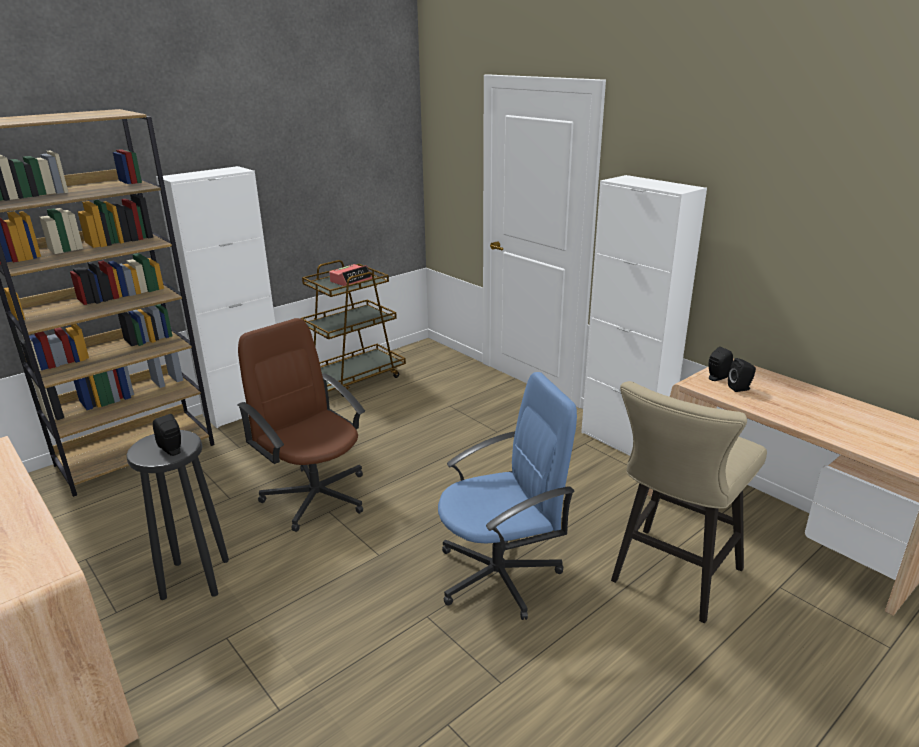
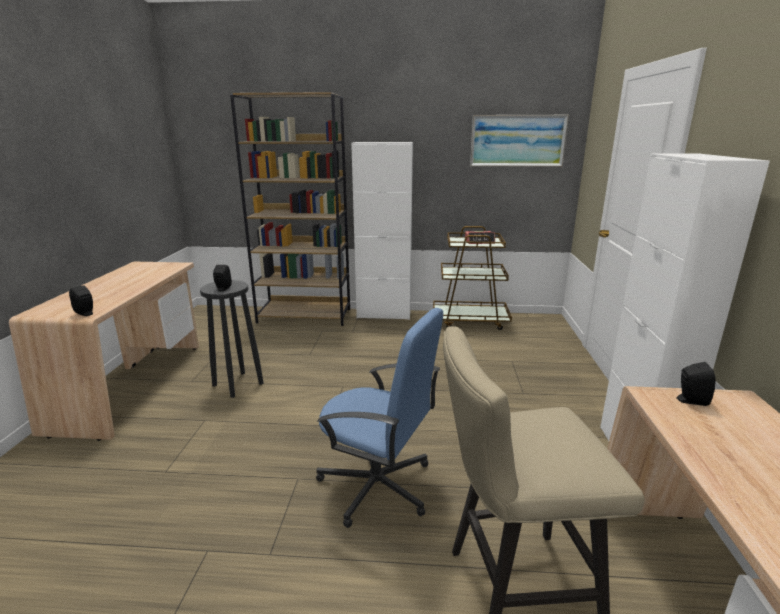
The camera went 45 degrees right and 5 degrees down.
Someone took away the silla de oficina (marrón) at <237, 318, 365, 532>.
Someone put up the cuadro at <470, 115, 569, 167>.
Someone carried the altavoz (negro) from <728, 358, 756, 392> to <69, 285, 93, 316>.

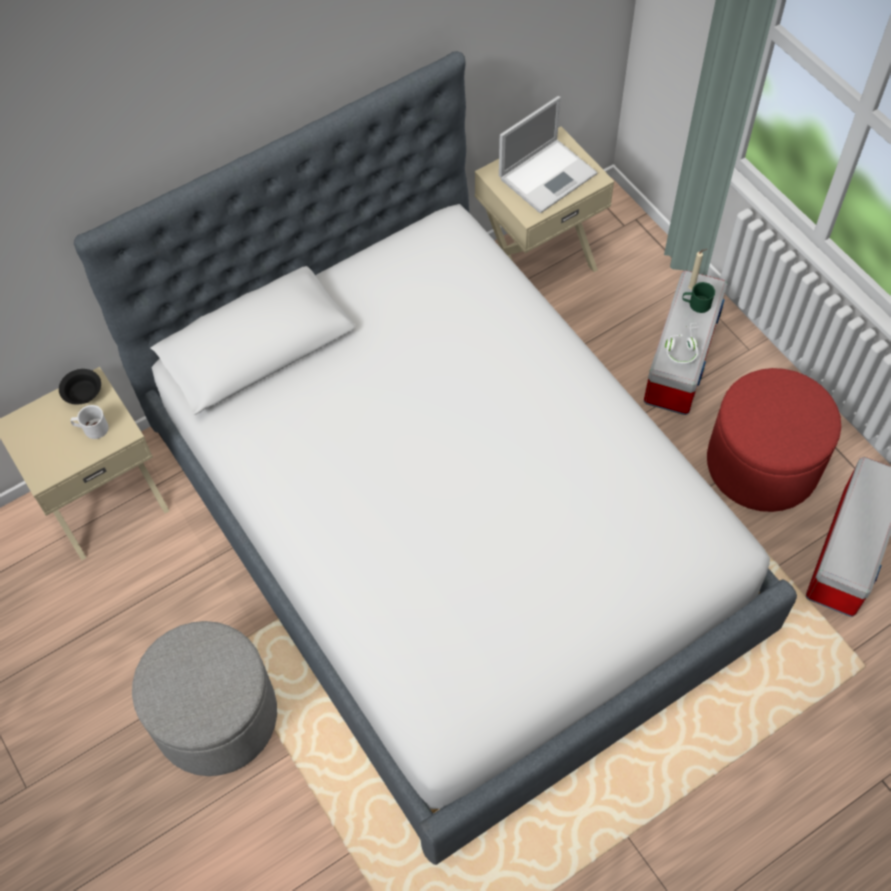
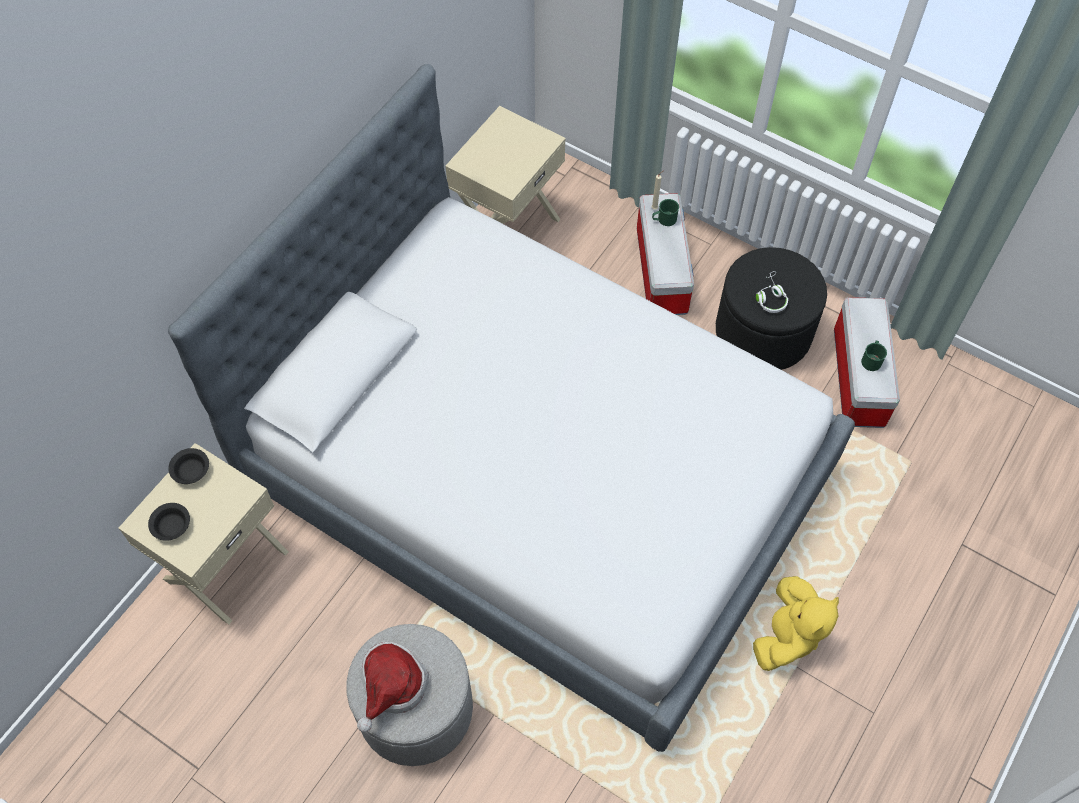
The camera went 25 degrees left and 0 degrees up.
Someone took away the taza grande (blanco) at <71, 405, 109, 439>.
Someone took away the portátil at <499, 96, 598, 213>.
Someone put down the cuenco (negro) at <148, 503, 190, 541>.
Someone put down the sombrero at <357, 642, 429, 732>.
Someone put down the peluche (amarillo) at <753, 576, 839, 671>.
Someone put down the taza grande (verde) at <861, 341, 887, 371>.
Someone carried the auriculares (blanco) from <665, 323, 699, 365> to <756, 271, 788, 313>.
Someone repainted the puf (rojo) at <707, 368, 841, 512>, which became the puf (negro) at <716, 247, 827, 370>.

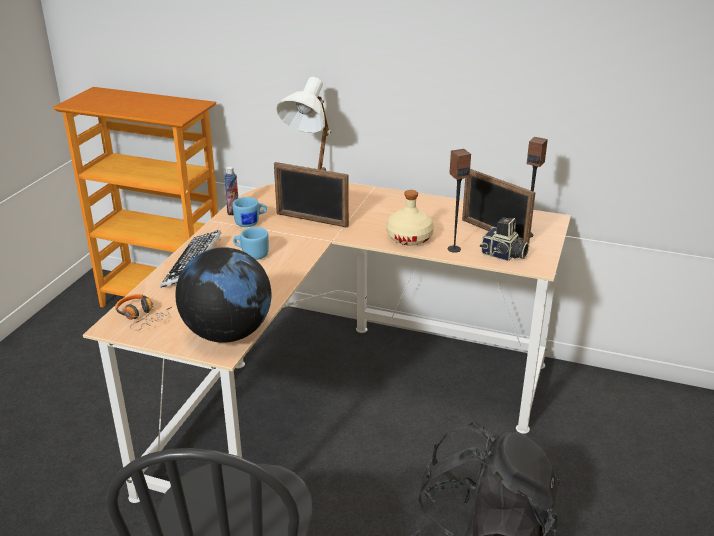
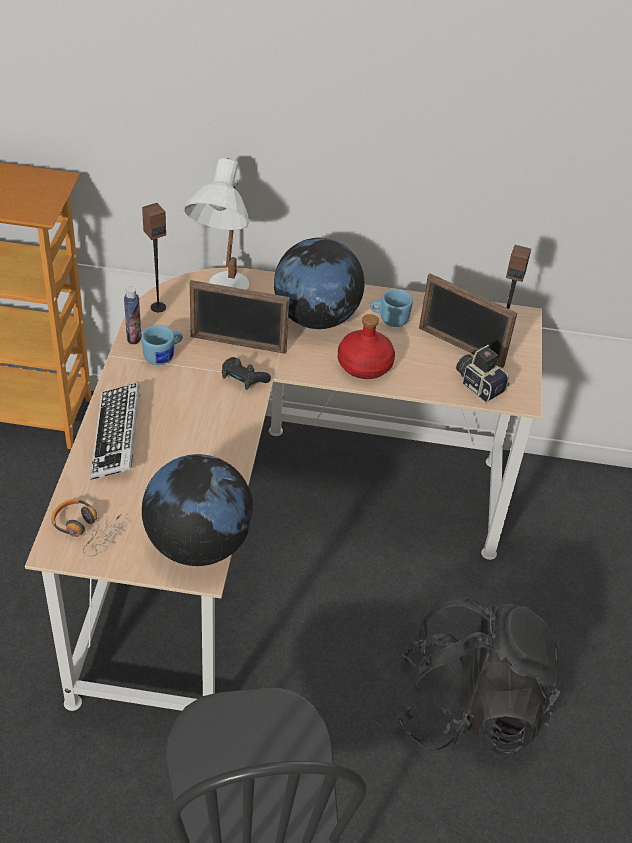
The camera went 15 degrees left and 15 degrees up.
Someone put down the mando de consola (negro) at <222, 357, 271, 390>.
Someone put down the globo terráqueo at <274, 238, 365, 329>.
Someone carried the taza grande (azul) from <233, 227, 269, 260> to <370, 289, 413, 327>.
Someone carried the altavoz from <448, 149, 471, 253> to <142, 203, 166, 312>.
Someone repainted the botella (beis) at <386, 190, 434, 246>, which became the botella (rojo) at <338, 314, 395, 379>.
Someone rotated the cámara at <480, 217, 529, 261> by 150 degrees counterclockwise.

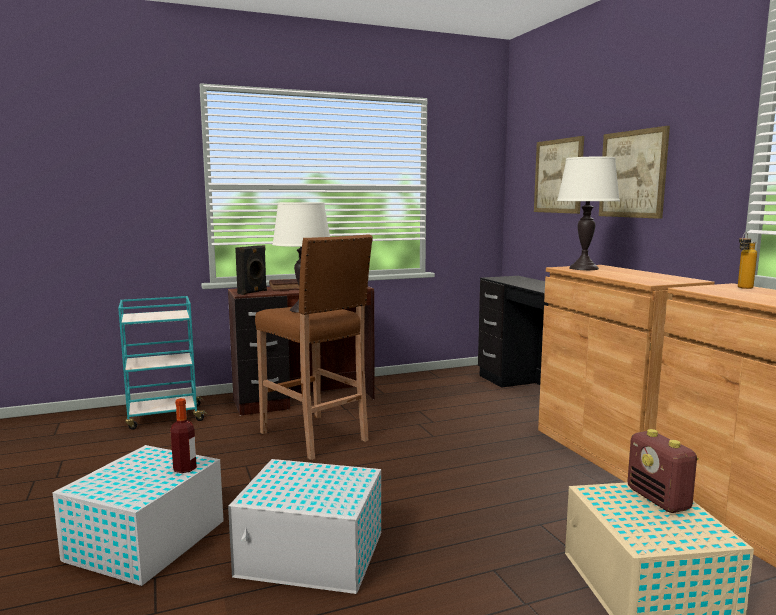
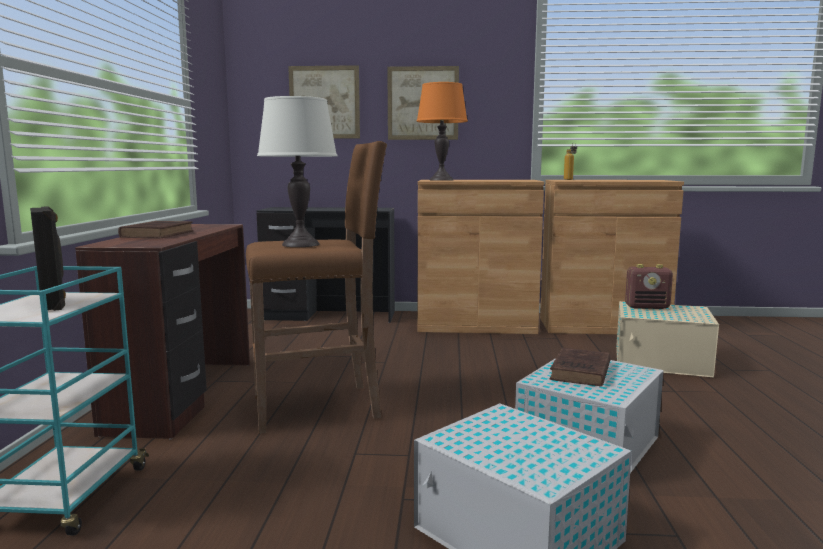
The camera went 65 degrees left and 0 degrees up.
Someone took away the botella at <170, 398, 197, 473>.
Someone put down the libro (marrón) at <549, 348, 611, 387>.
Someone carried the altavoz (negro) from <235, 245, 267, 295> to <30, 206, 66, 311>.
Someone repainted the lámpara de mesa (blanco) at <557, 157, 620, 270>, which became the lámpara de mesa (naranja) at <416, 82, 468, 181>.

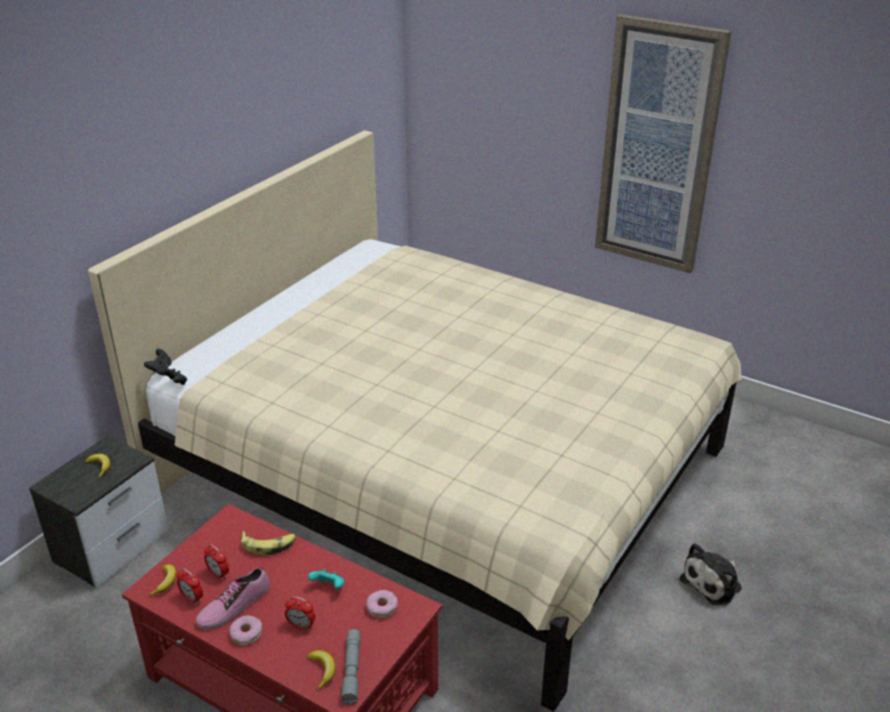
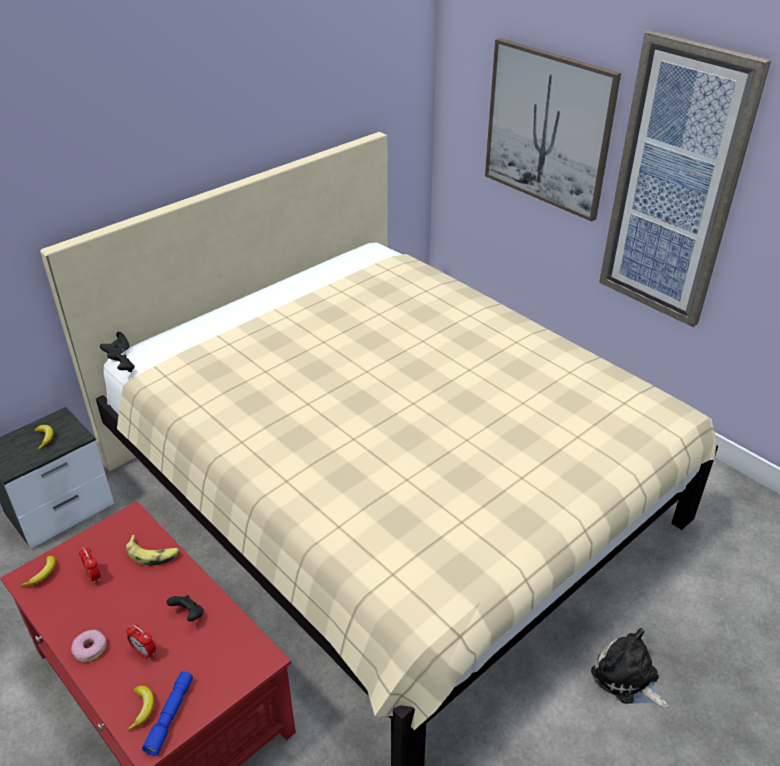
The camera went 15 degrees right and 5 degrees up.
Someone took away the despertador at <177, 568, 203, 605>.
Someone took away the zapato at <196, 567, 270, 629>.
Someone took away the rosquilla at <366, 590, 398, 618>.
Someone put up the cuadro at <485, 38, 621, 222>.
Someone repainted the mando de consola (turquesa) at <308, 569, 345, 589>, which became the mando de consola (negro) at <166, 595, 204, 621>.
Someone repainted the linterna (gris) at <341, 629, 361, 704>, which became the linterna (azul) at <142, 671, 193, 756>.
Someone rotated the peluche at <680, 543, 742, 606> by 75 degrees clockwise.

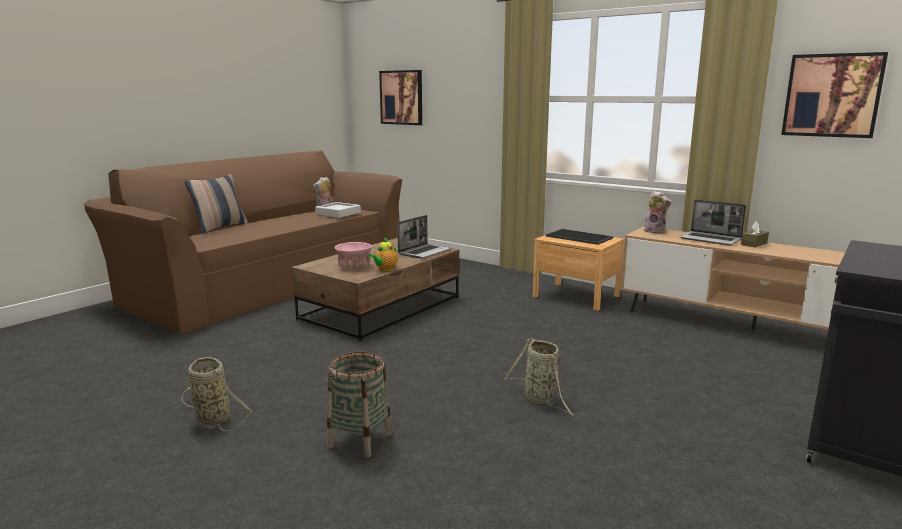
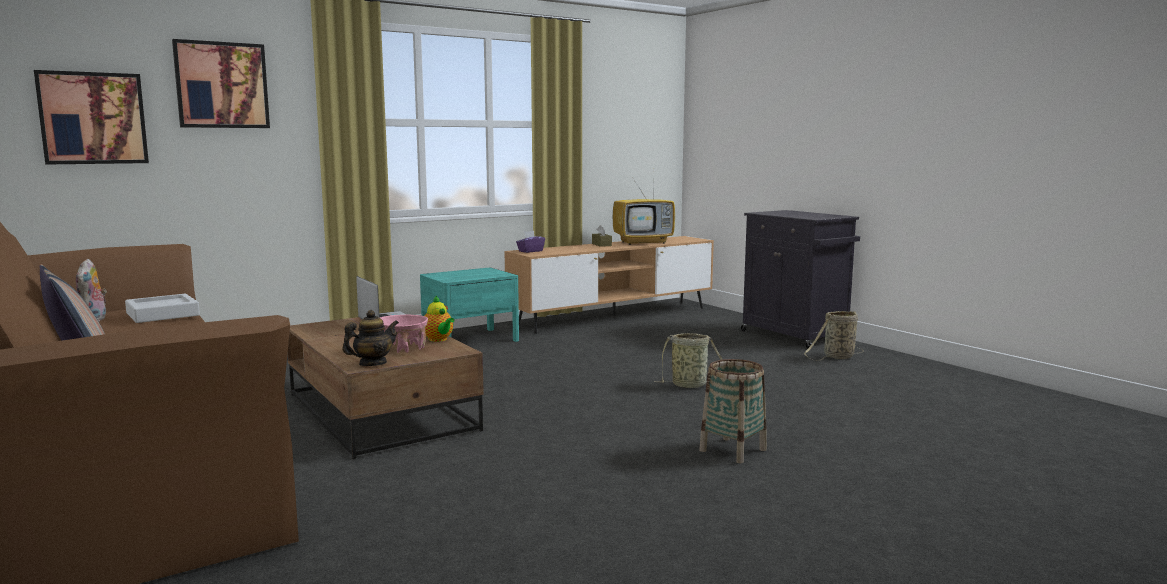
The camera went 70 degrees left and 5 degrees down.
Someone took away the bandeja at <545, 229, 613, 245>.
Someone took away the portátil at <680, 199, 746, 246>.
Someone put down the tetera at <342, 310, 399, 366>.
Someone put down the televisor at <613, 183, 675, 245>.
Someone carried the cesta from <182, 357, 252, 431> to <804, 311, 864, 361>.
Someone carried the cuadro from <781, 52, 888, 138> to <172, 39, 270, 128>.
Someone swapped the peluche at <644, 191, 672, 234> for the caja de pañuelos (morado) at <516, 231, 545, 253>.
Someone repainted the mesita de noche (marrón) at <533, 235, 624, 311>, which became the mesita de noche (turquesa) at <420, 268, 519, 342>.

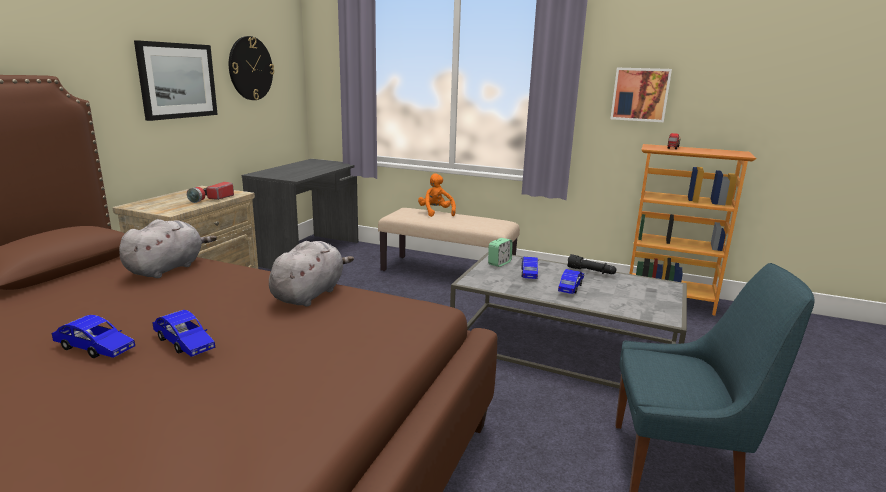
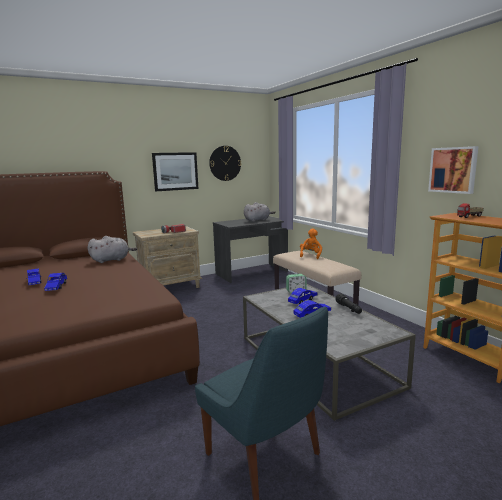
The camera went 40 degrees right and 5 degrees down.
Someone carried the peluche (gris) from <269, 241, 354, 306> to <244, 202, 276, 222>.

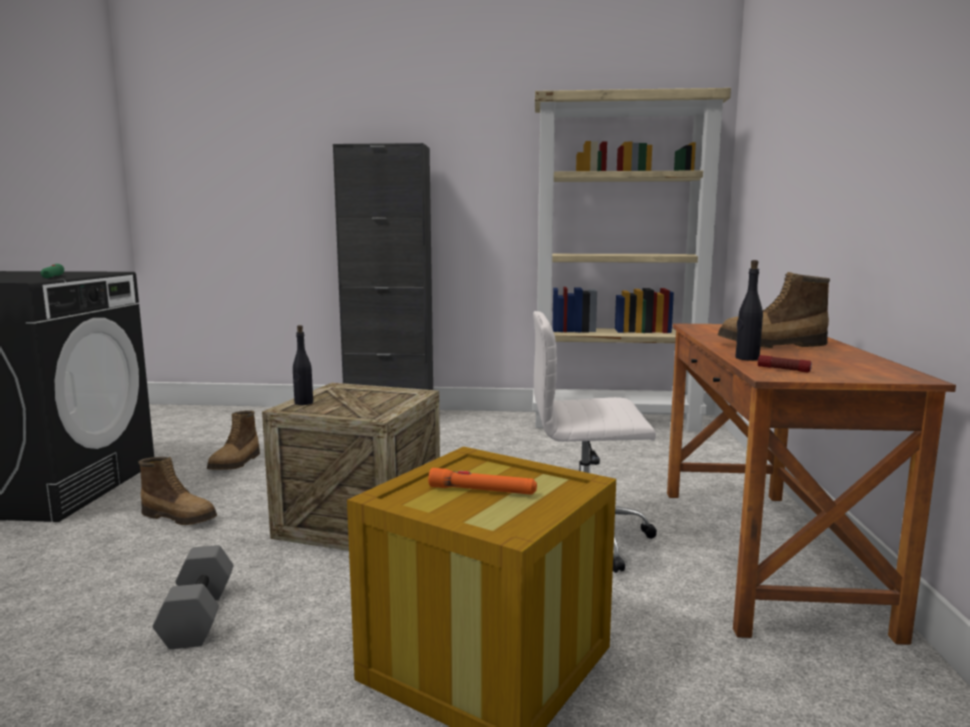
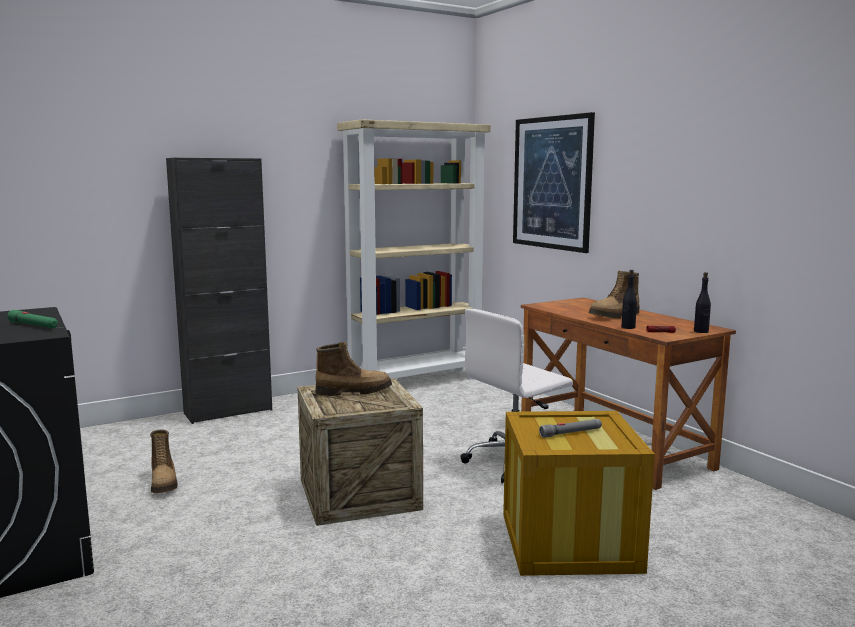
The camera went 35 degrees left and 0 degrees up.
Someone took away the mancuerna (gris) at <153, 545, 234, 649>.
Someone put up the cuadro at <513, 112, 595, 253>.
Someone carried the bota from <138, 457, 217, 525> to <315, 342, 392, 396>.
Someone carried the botella (negro) from <293, 325, 313, 405> to <694, 272, 711, 333>.
Someone repainted the linterna (naranja) at <428, 468, 537, 495>, which became the linterna (gris) at <539, 419, 602, 438>.

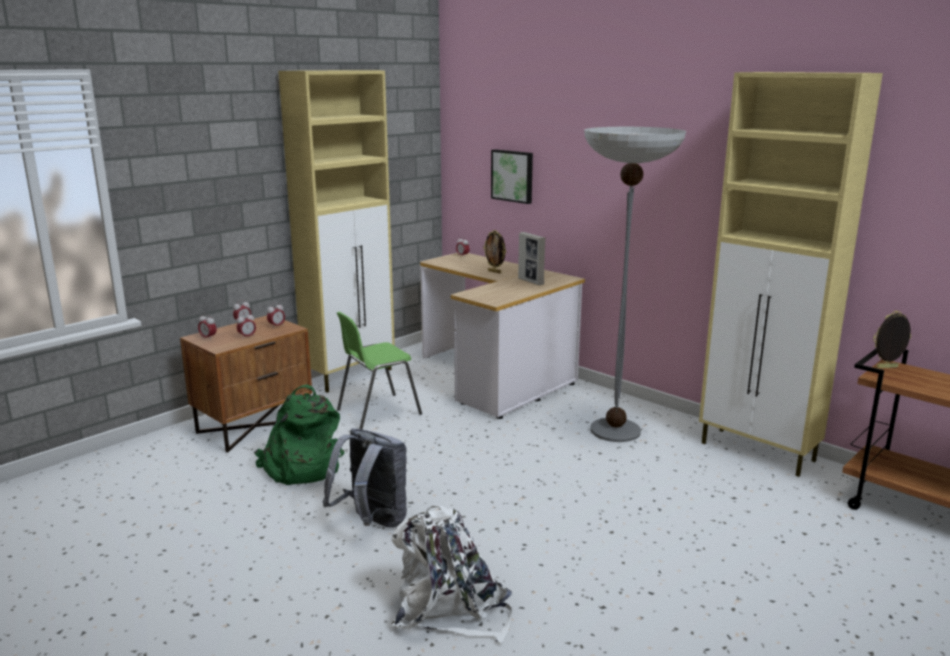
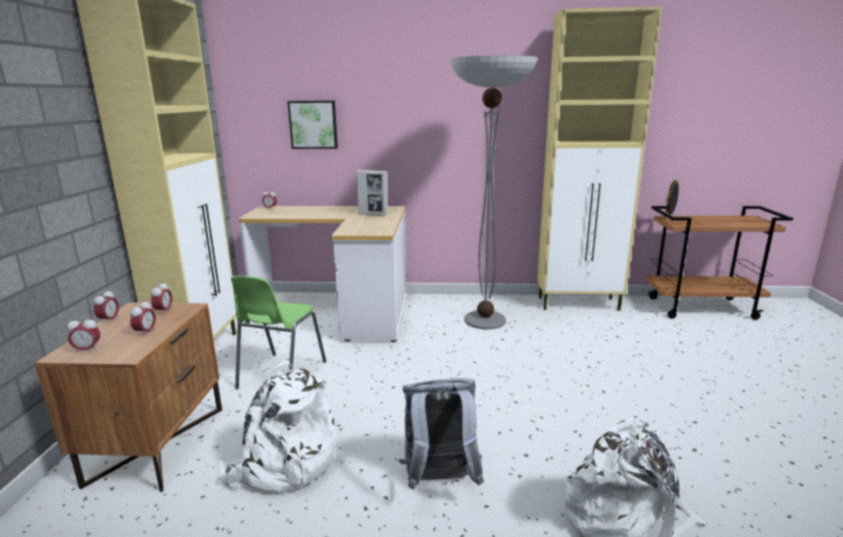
The camera went 40 degrees left and 0 degrees up.
Someone took away the portarretratos at <483, 230, 506, 273>.
Someone repainted the mochila (verde) at <254, 384, 345, 485>, which became the mochila (blanco) at <218, 361, 337, 494>.

